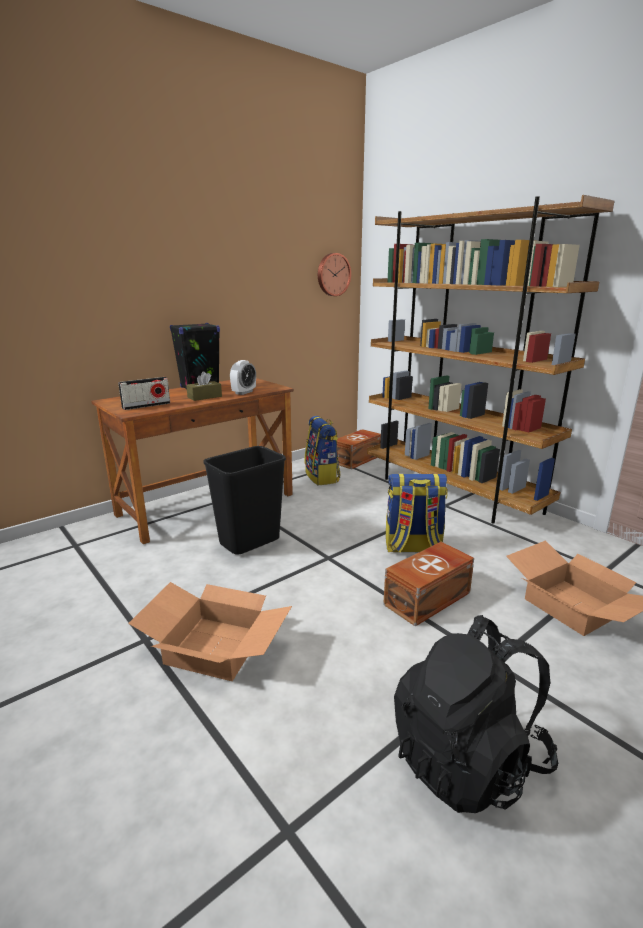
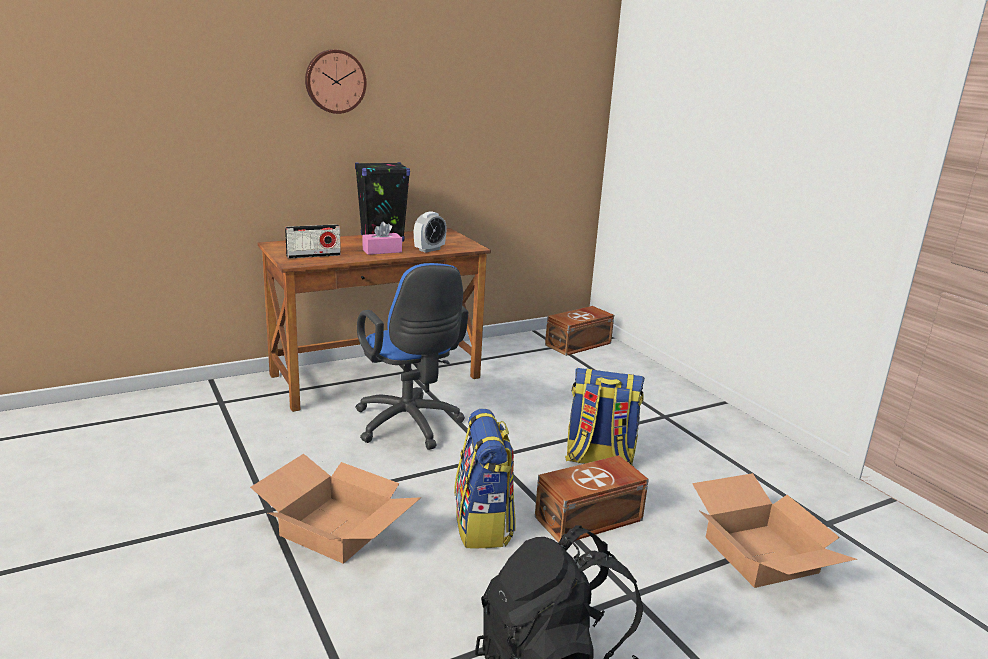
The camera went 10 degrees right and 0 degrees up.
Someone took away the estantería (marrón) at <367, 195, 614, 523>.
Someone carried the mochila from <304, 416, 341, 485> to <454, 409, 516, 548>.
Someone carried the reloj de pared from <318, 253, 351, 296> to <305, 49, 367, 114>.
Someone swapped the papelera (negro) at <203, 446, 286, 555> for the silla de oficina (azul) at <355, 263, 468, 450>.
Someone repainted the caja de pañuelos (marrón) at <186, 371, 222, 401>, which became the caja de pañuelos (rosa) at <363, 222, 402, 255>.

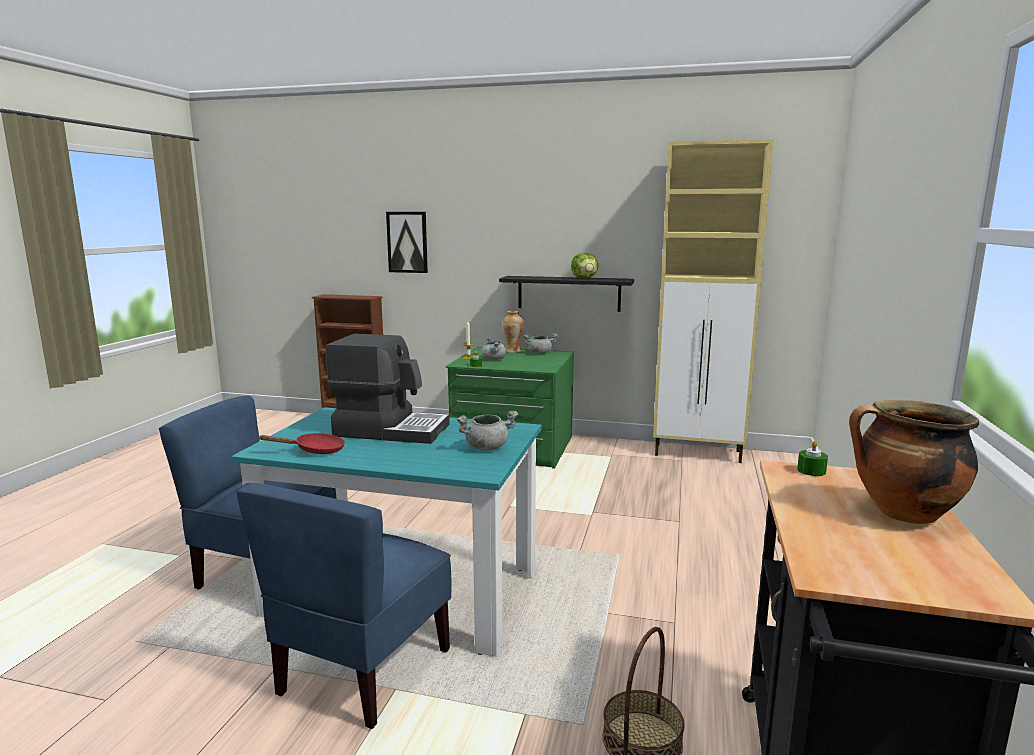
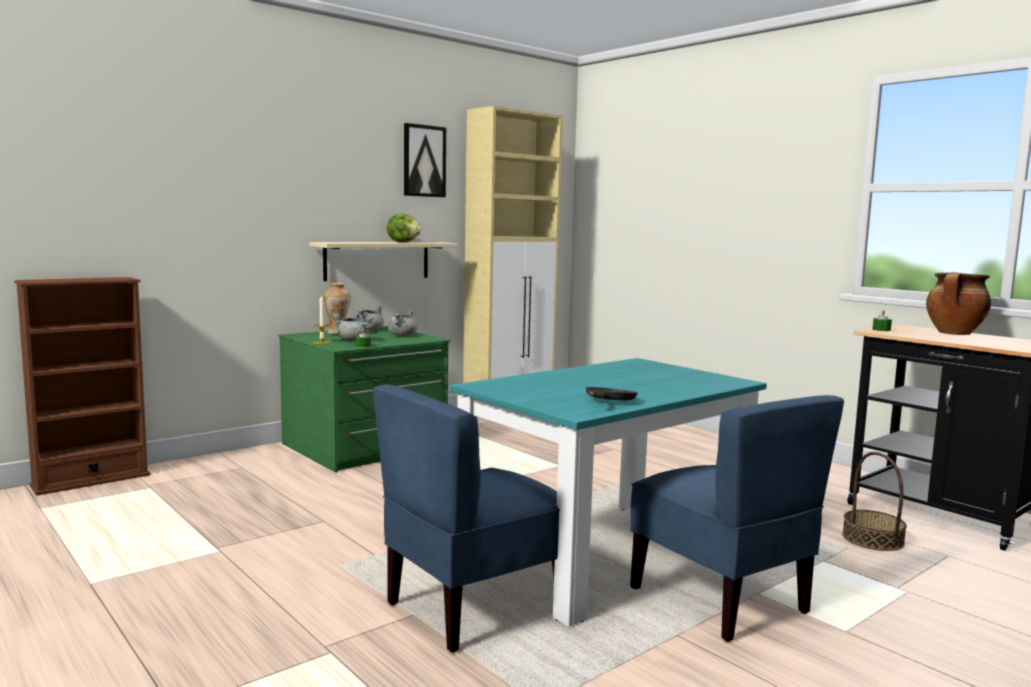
The camera went 55 degrees left and 5 degrees down.
Someone took away the cafetera at <326, 334, 450, 444>.
Someone carried the cuadro from <386, 212, 428, 273> to <404, 123, 446, 197>.
Someone carried the olla (gris) from <457, 411, 518, 451> to <388, 309, 418, 336>.
Someone repainted the sartén (rojo) at <258, 433, 345, 454>, which became the sartén (negro) at <586, 387, 638, 400>.
Someone repainted the estante (negro) at <499, 276, 634, 312>, which became the estante (beis) at <309, 242, 457, 281>.

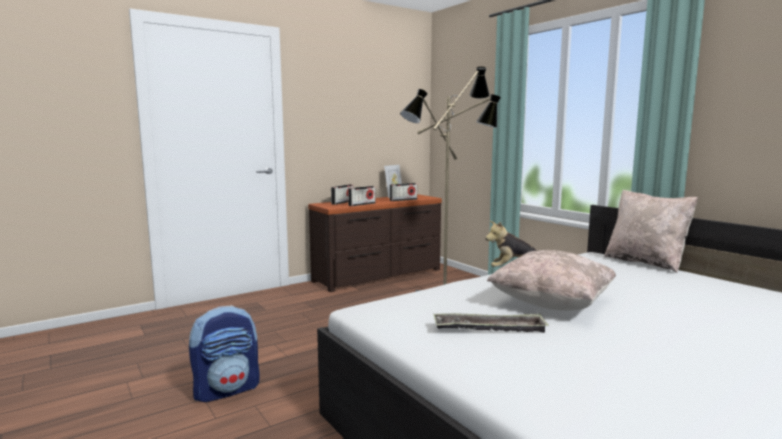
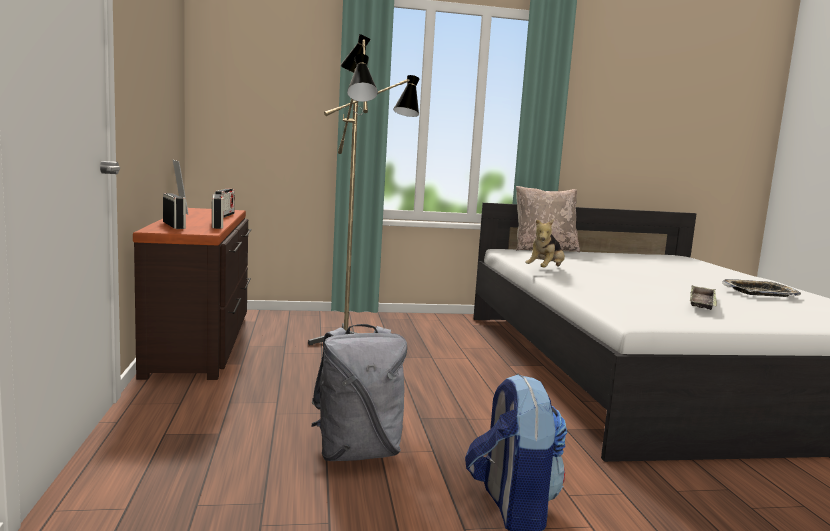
The camera went 65 degrees left and 0 degrees up.
Someone took away the cojín (beis) at <487, 250, 616, 311>.
Someone put down the mochila (gris) at <312, 324, 407, 461>.
Someone put down the bandeja at <722, 279, 801, 297>.

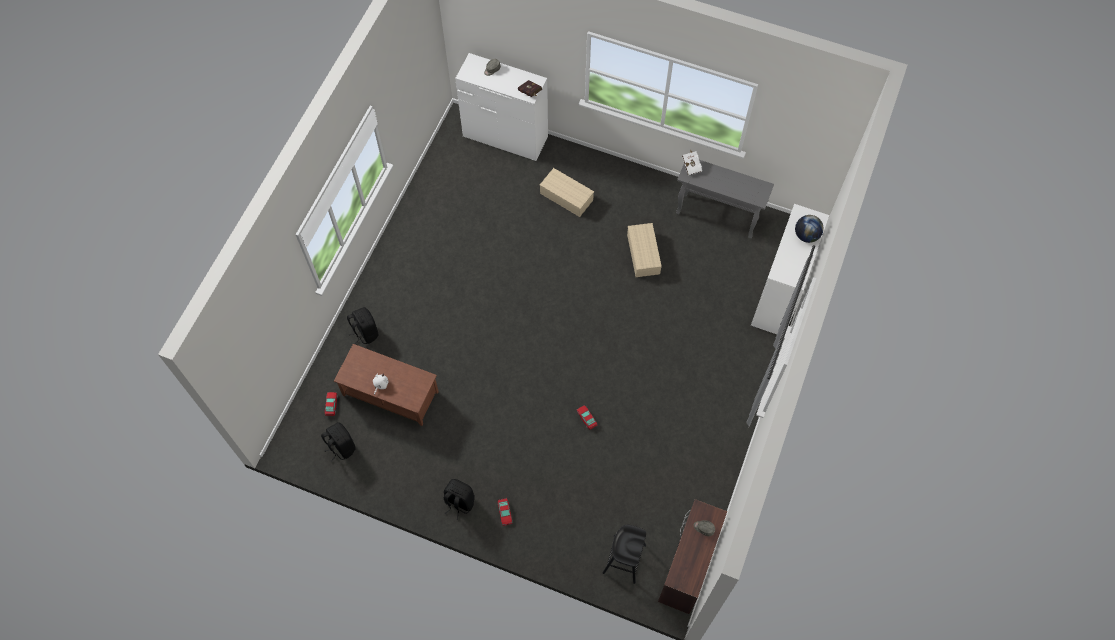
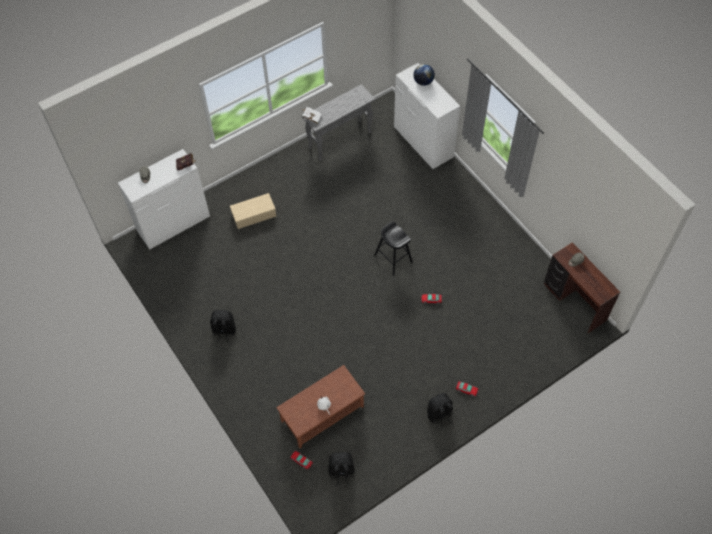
The camera went 55 degrees left and 5 degrees down.
Someone took away the caja de almacenaje (beis) at <627, 223, 662, 277>.
Someone carried the mochila (negro) from <347, 307, 378, 344> to <210, 310, 236, 343>.
Someone carried the taburete (negro) from <603, 525, 646, 584> to <374, 222, 413, 276>.

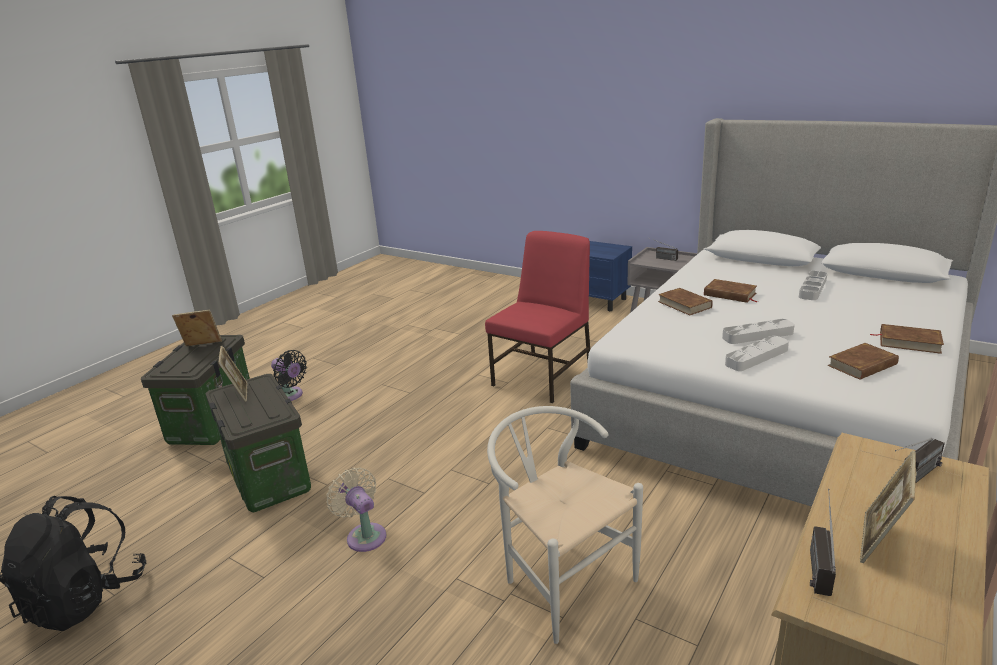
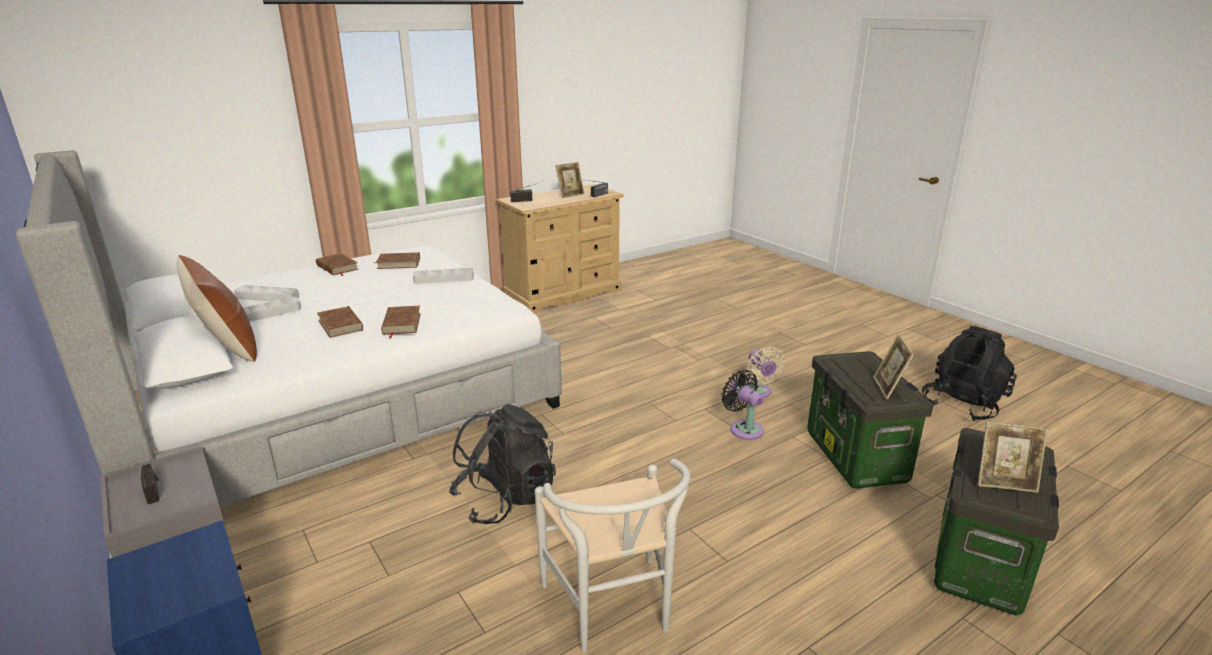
The camera went 160 degrees left and 0 degrees up.
Someone put down the cojín (marrón) at <177, 255, 257, 362>.
Someone carried the ventilador (negro) from <271, 350, 307, 401> to <721, 370, 764, 440>.
Someone carried the silla (blanco) from <487, 406, 643, 644> to <535, 459, 691, 653>.
Someone carried the bandeja (gris) from <722, 319, 795, 344> to <234, 285, 299, 301>.
Someone swapped the silla (rojo) at <485, 231, 590, 403> for the mochila (negro) at <449, 404, 556, 524>.

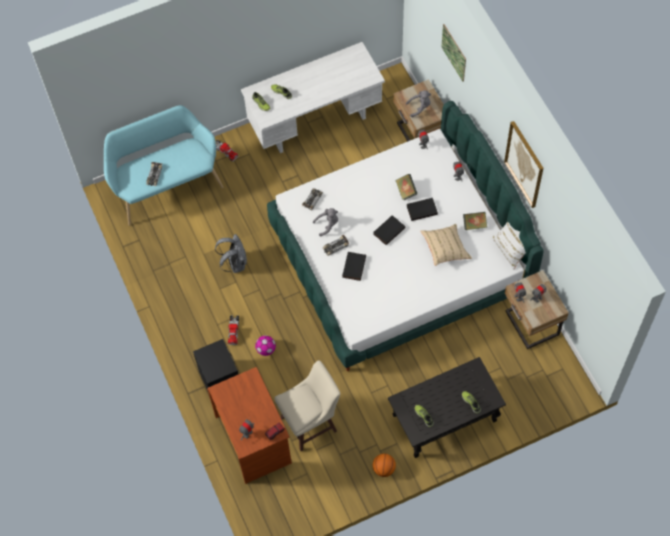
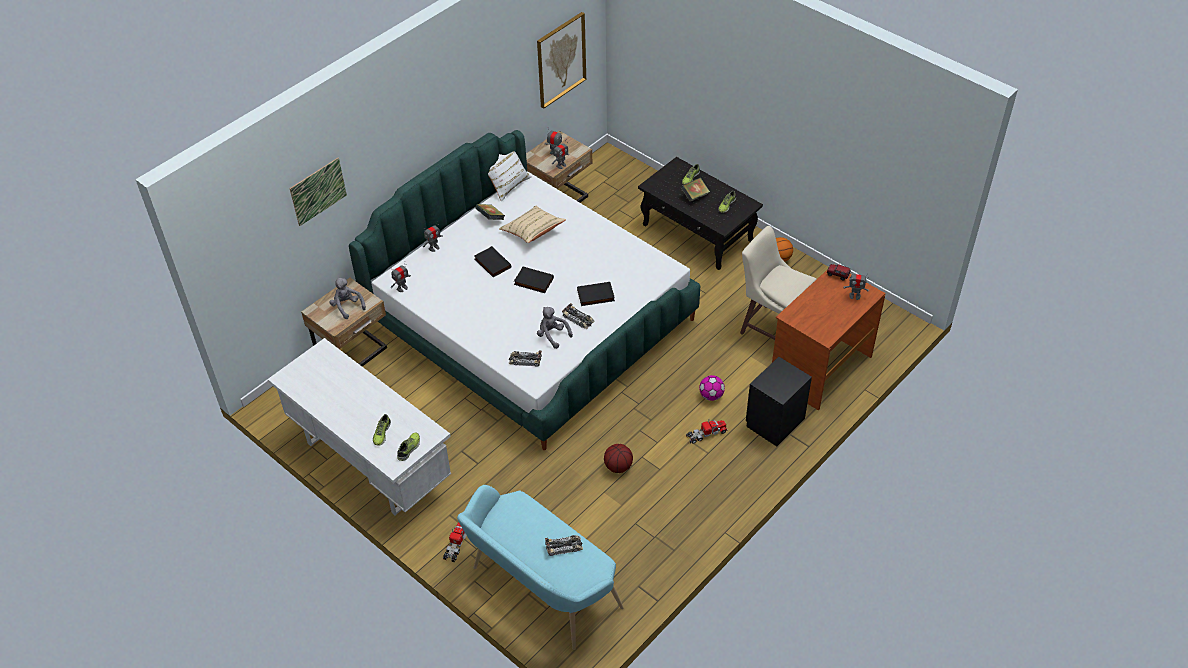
The camera went 115 degrees left and 15 degrees down.
Someone carried the libro from <395, 174, 417, 200> to <680, 177, 710, 202>.
Someone carried the cuadro from <504, 121, 543, 208> to <537, 12, 586, 109>.
Someone swapped the mochila (gris) at <215, 234, 247, 273> for the balón de baloncesto at <604, 444, 633, 473>.

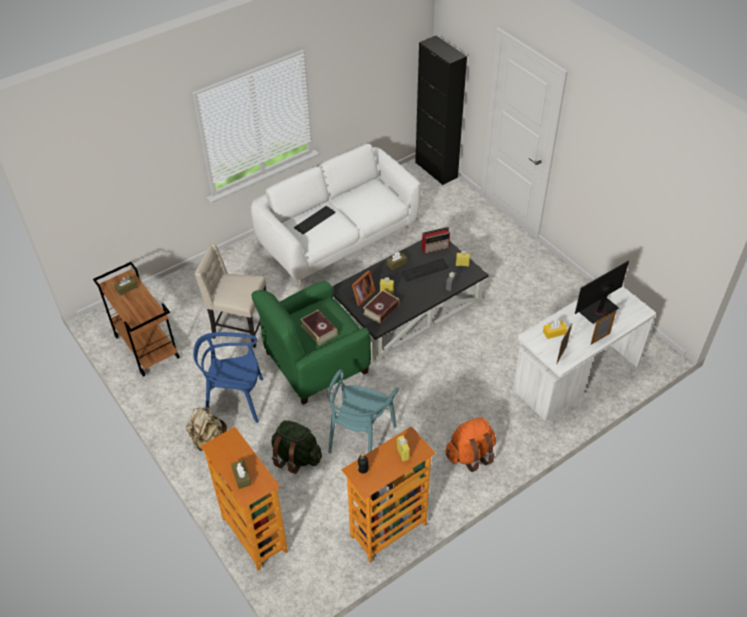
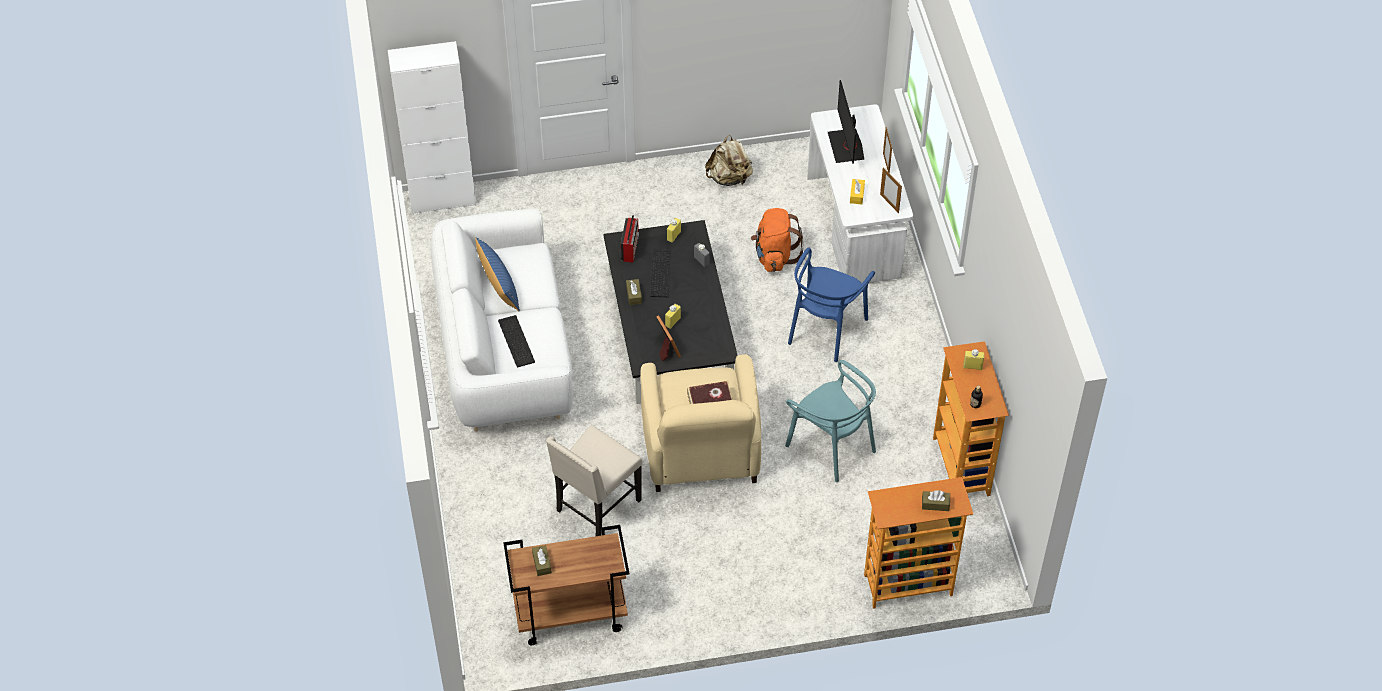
The camera went 65 degrees left and 5 degrees up.
Someone took away the mochila (verde) at <271, 420, 322, 474>.
Someone took away the libro at <363, 290, 399, 324>.
Someone put down the cojín (azul) at <475, 237, 520, 312>.
Someone carried the mochila (beis) from <186, 407, 227, 451> to <705, 135, 753, 186>.
Someone carried the silla (azul) from <193, 332, 263, 423> to <788, 248, 875, 362>.
Someone carried the mochila (naranja) from <445, 418, 496, 472> to <751, 208, 804, 272>.
Someone repainted the sillón (verde) at <251, 281, 371, 405>, which became the sillón (beis) at <640, 355, 761, 492>.
Someone repainted the armario (negro) at <415, 36, 467, 185>, which became the armario (blanco) at <388, 41, 476, 214>.

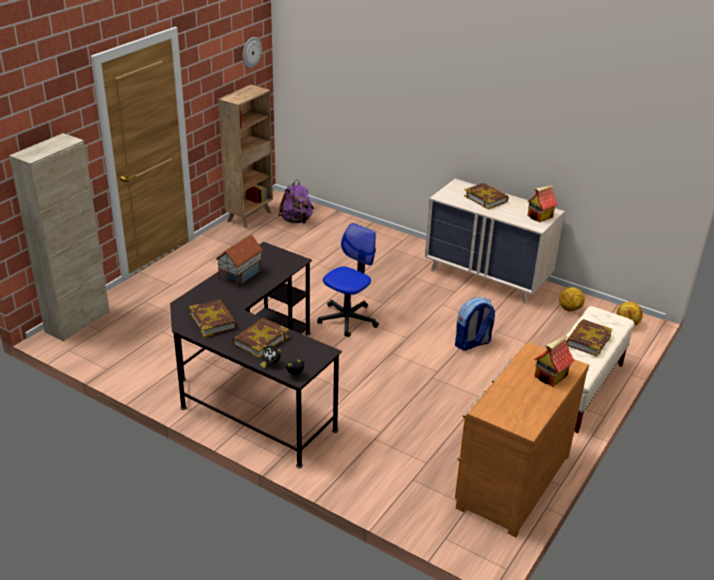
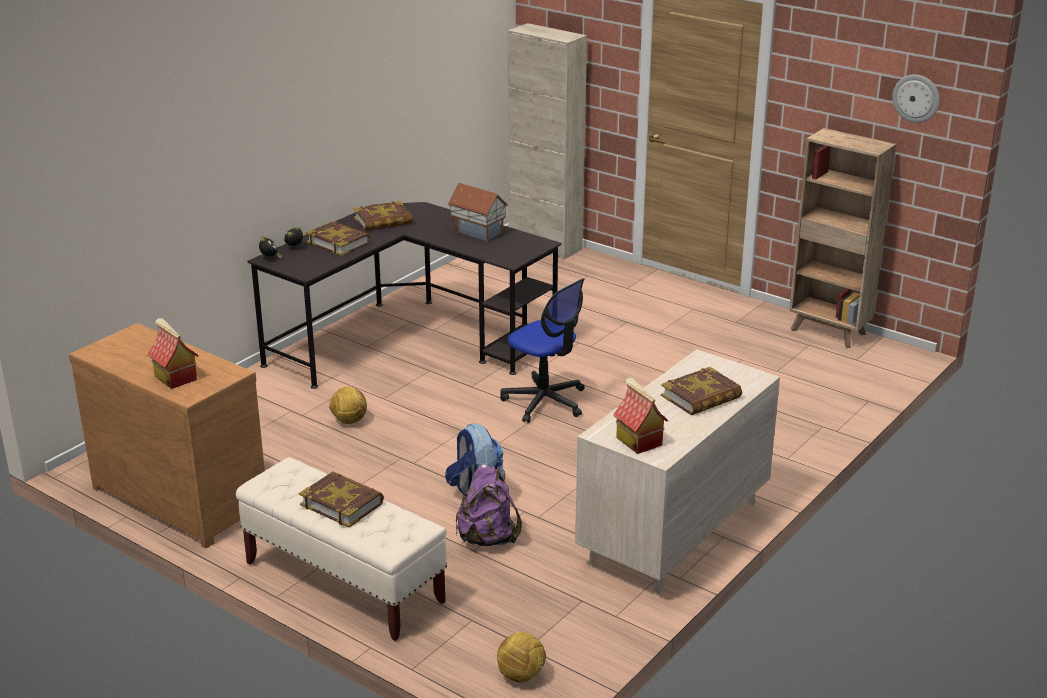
The camera went 95 degrees right and 5 degrees down.
Someone carried the mochila (morado) from <278, 180, 314, 224> to <456, 464, 522, 546>.
Someone carried the balón de fútbol from <559, 287, 585, 312> to <329, 387, 367, 424>.

